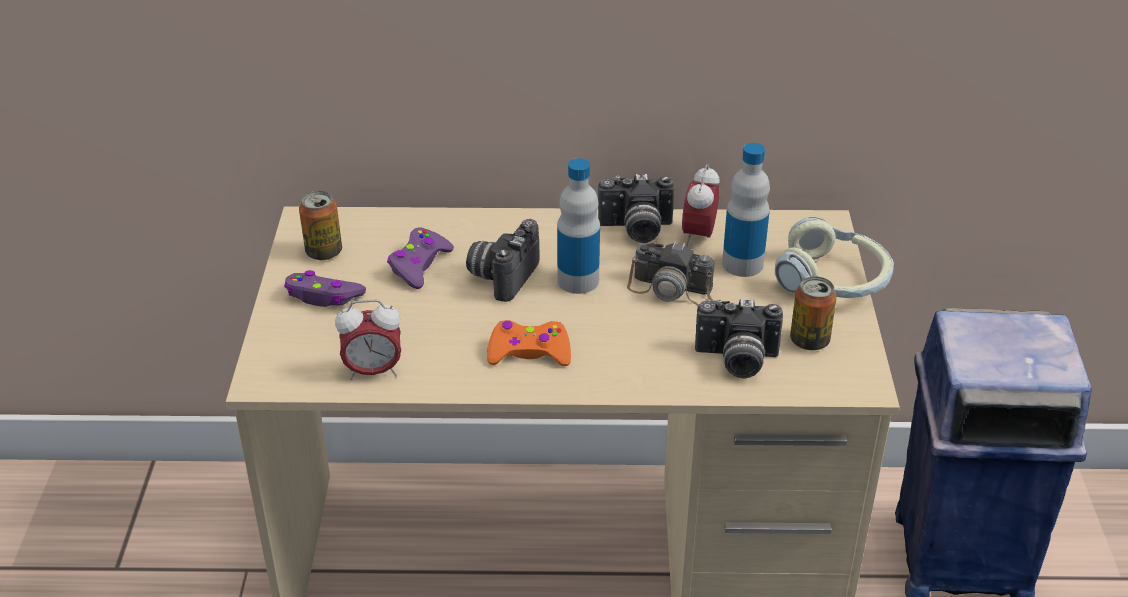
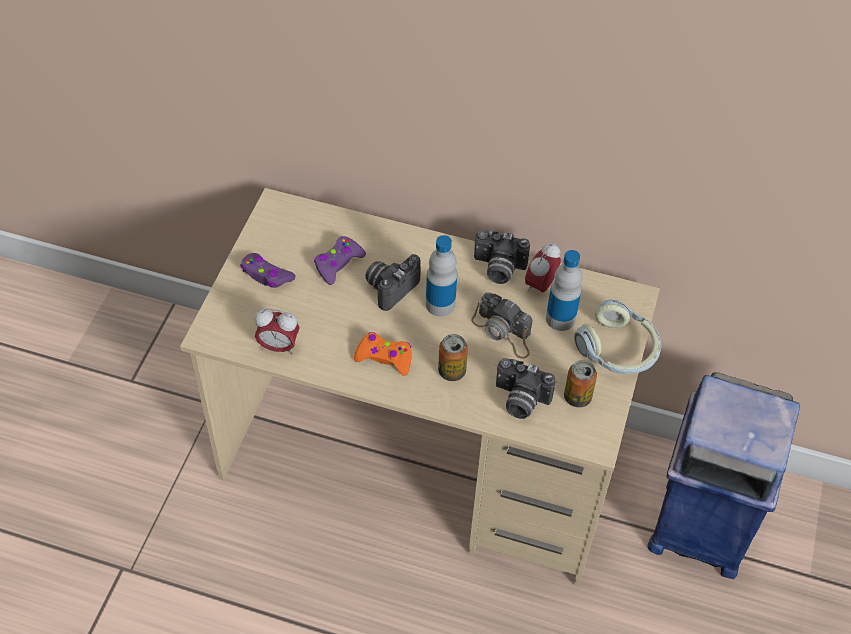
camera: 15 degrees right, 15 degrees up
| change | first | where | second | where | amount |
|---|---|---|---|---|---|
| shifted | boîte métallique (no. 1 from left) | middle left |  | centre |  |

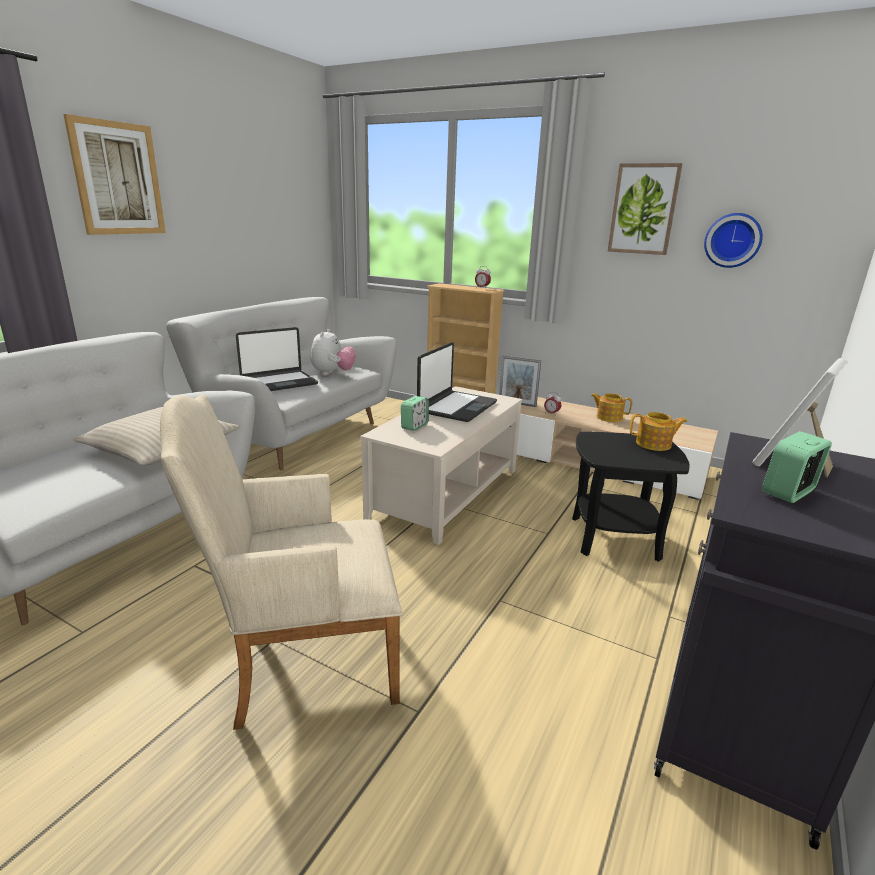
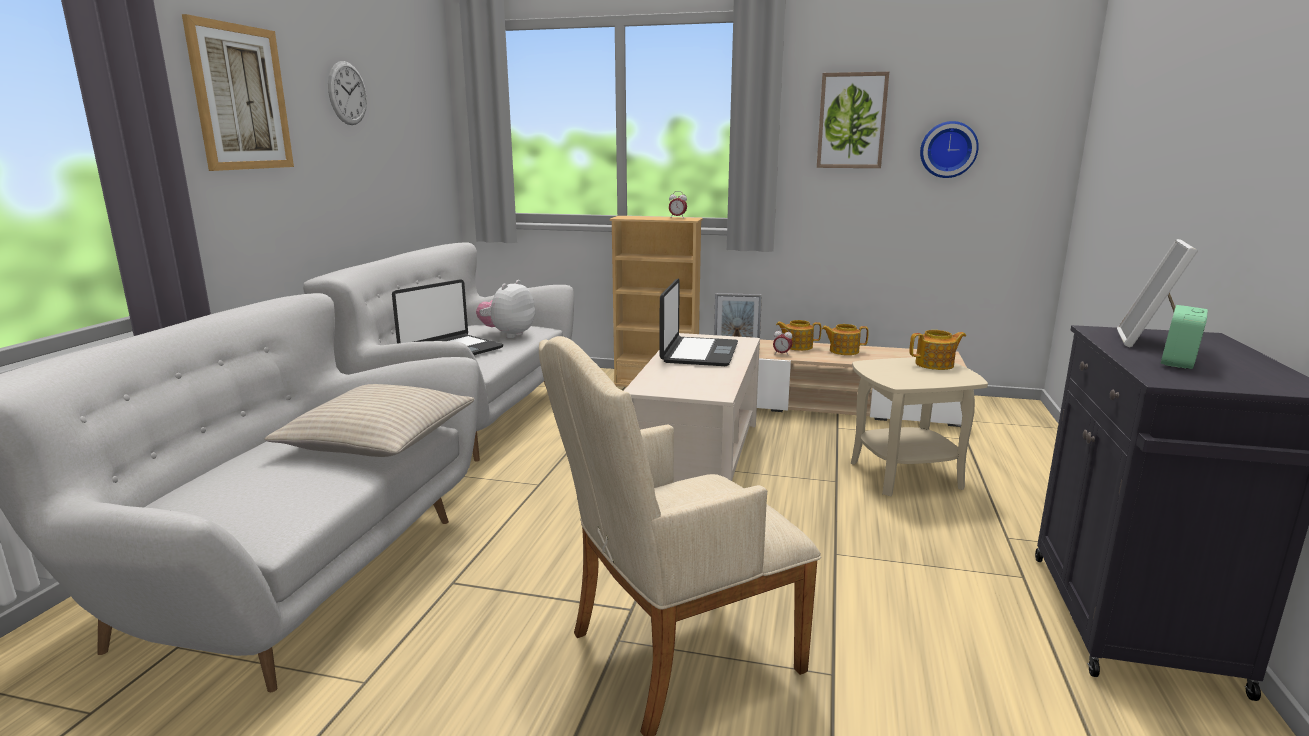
camera: 15 degrees left, 5 degrees down
| change | first | where | second | where | amount |
|---|---|---|---|---|---|
| rotated | peluche | centre |  | centre | 150 degrees counterclockwise |
| gone | réveil (no. 1 from left) | centre |  |  |  |
| repainted | table d'appoint [noir] | middle right | table d'appoint [beige] | middle right |  |
| new |  |  | horloge murale (no. 1 from left) | top left |  |
| new |  |  | théière (no. 1 from left) | centre |  |

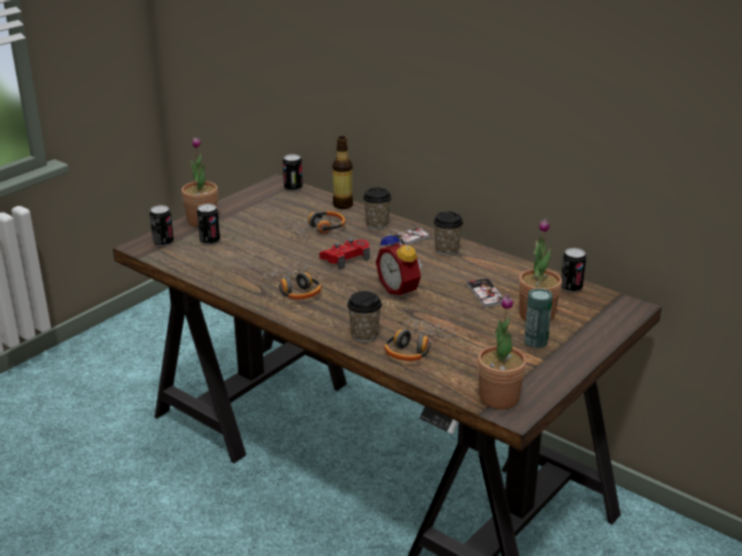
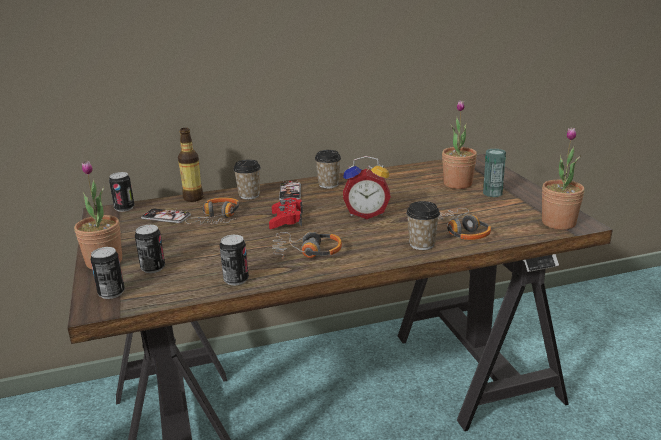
camera: 55 degrees left, 5 degrees down
| change | first | where | second | where | amount |
|---|---|---|---|---|---|
| shifted | téléphone (no. 2 from left in the first image) | centre | téléphone (no. 1 from left) | middle left |  |
| shifted | boîte métallique (no. 5 from left in the first image) | middle right | boîte métallique (no. 4 from left) | centre |  |

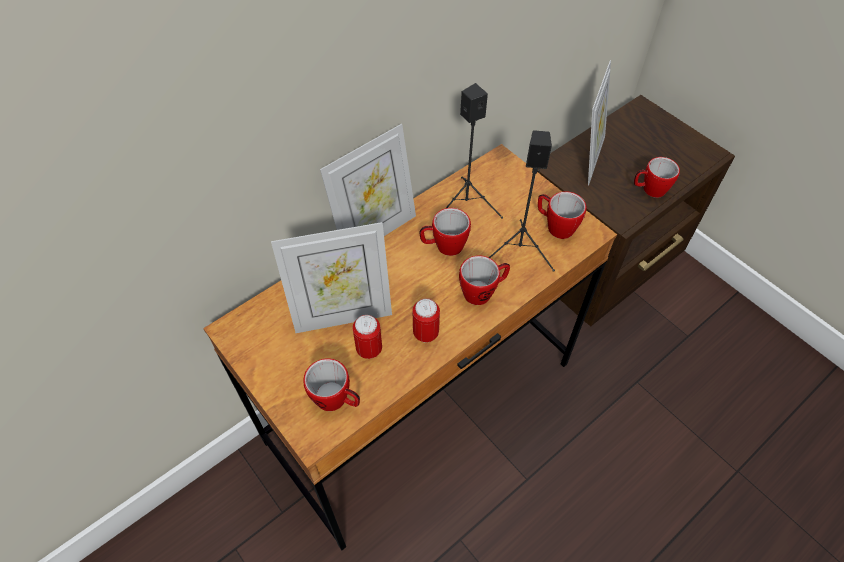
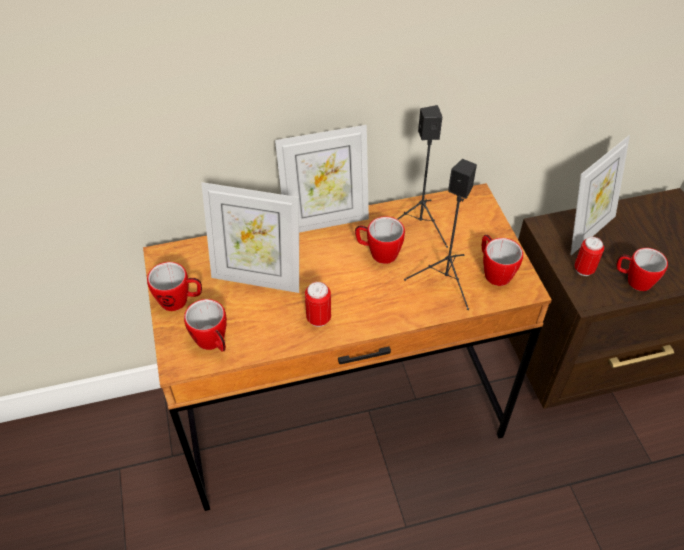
camera: 25 degrees right, 5 degrees down
| change | first | where | second | where | amount |
|---|---|---|---|---|---|
| shifted | boîte métallique (no. 1 from left in the first image) | centre | boîte métallique (no. 2 from left) | middle right |  |
| shifted | mug (no. 3 from left in the first image) | centre | mug (no. 1 from left) | middle left |  |

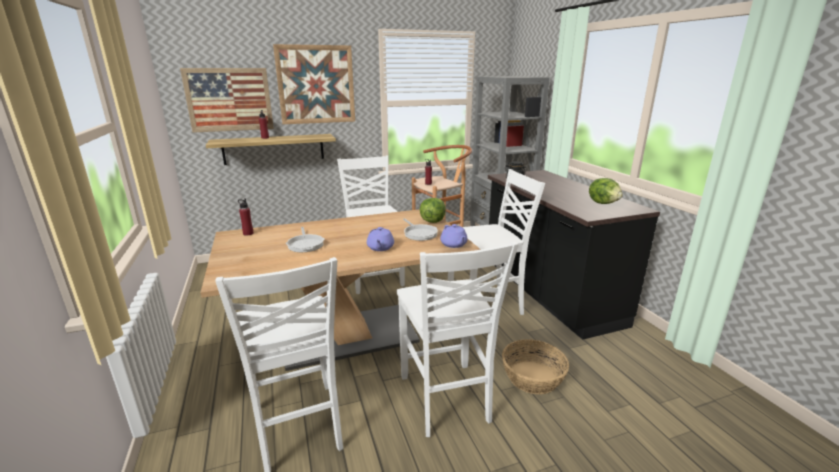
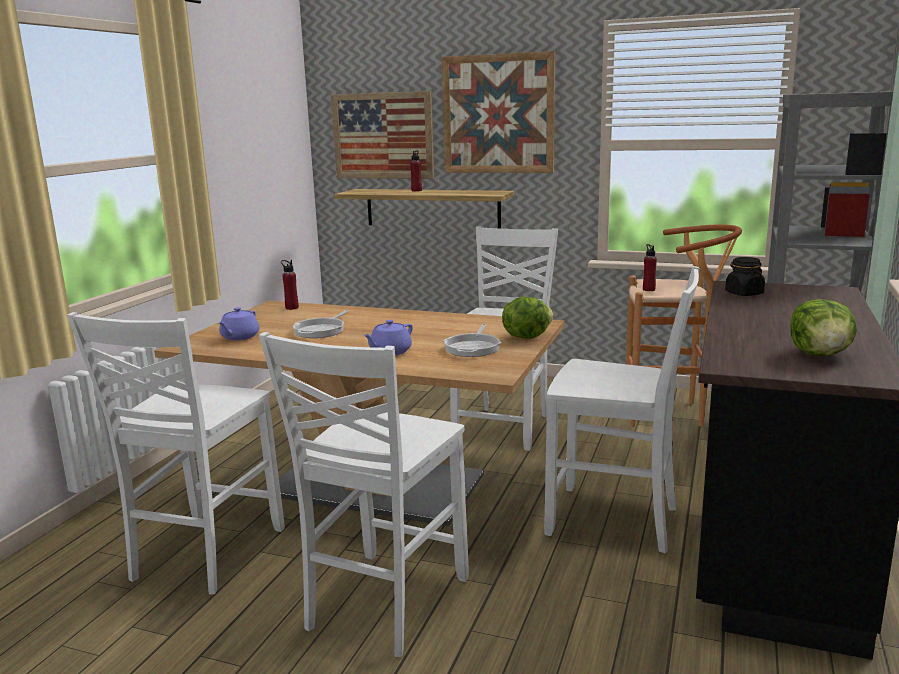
camera: 40 degrees right, 5 degrees down
| change | first | where | second | where | amount |
|---|---|---|---|---|---|
| shifted | théière [violet] (no. 2 from left in the first image) | centre | théière [violet] (no. 1 from left) | middle left |  |
| gone | panier | bottom centre |  |  |  |

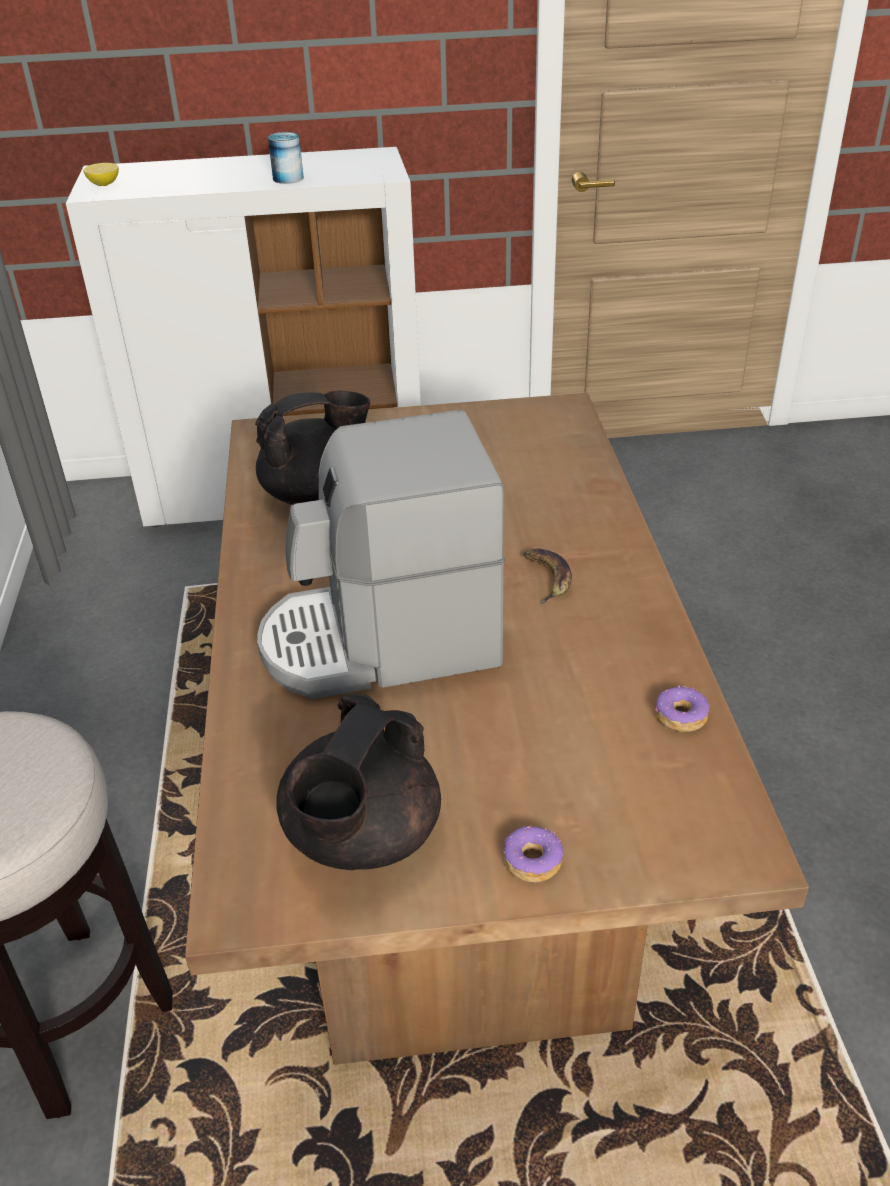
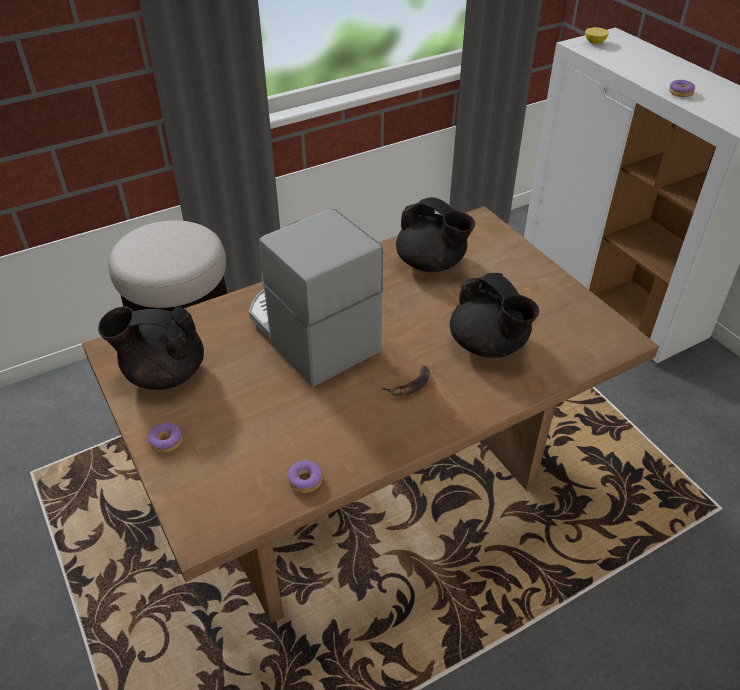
camera: 65 degrees right, 5 degrees up
| change | first | where | second | where | amount |
|---|---|---|---|---|---|
| swapped | boîte métallique | top left | beignet (no. 3 from left) | top right |  |
| new |  |  | théière [noir] (no. 3 from left) | middle right |  |

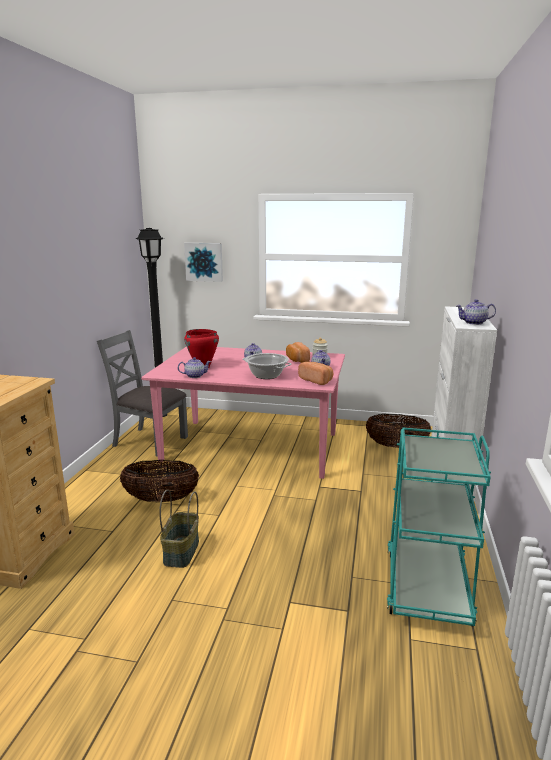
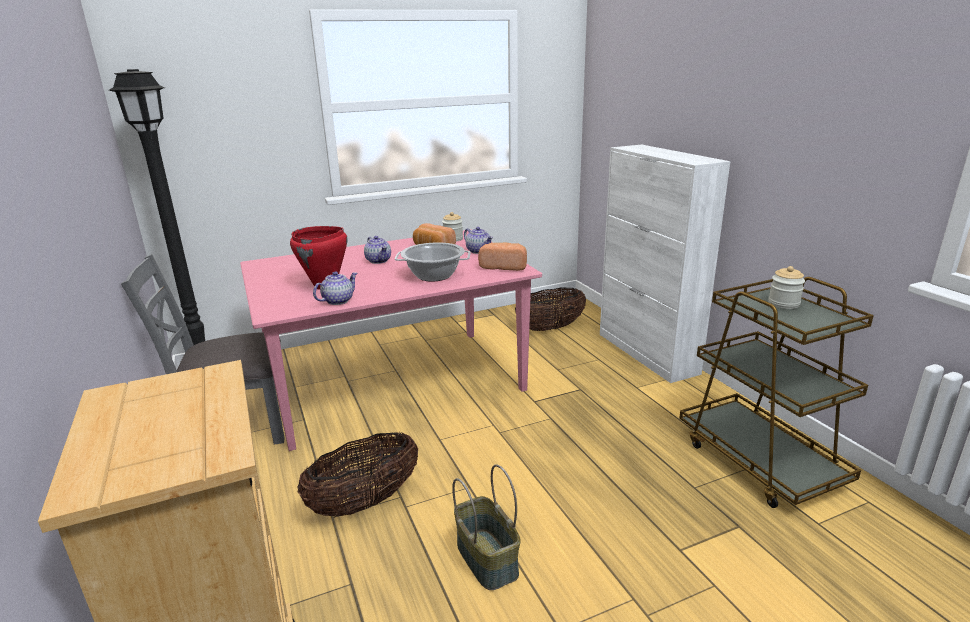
camera: 35 degrees left, 5 degrees up
| change | first | where | second | where | amount |
|---|---|---|---|---|---|
| gone | tableau | centre |  |  |  |
| repainted | chariot [turquoise] | bottom right | chariot [marron] | middle right |  |
| gone | théière (no. 4 from left) | middle right |  |  |  |
| new |  |  | bocal (no. 2 from left) | middle right |  |

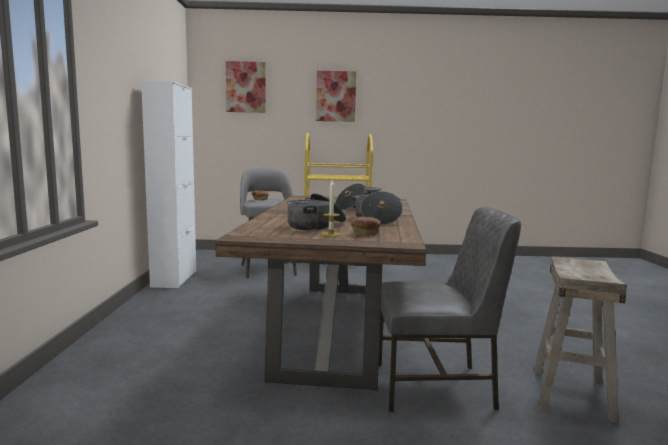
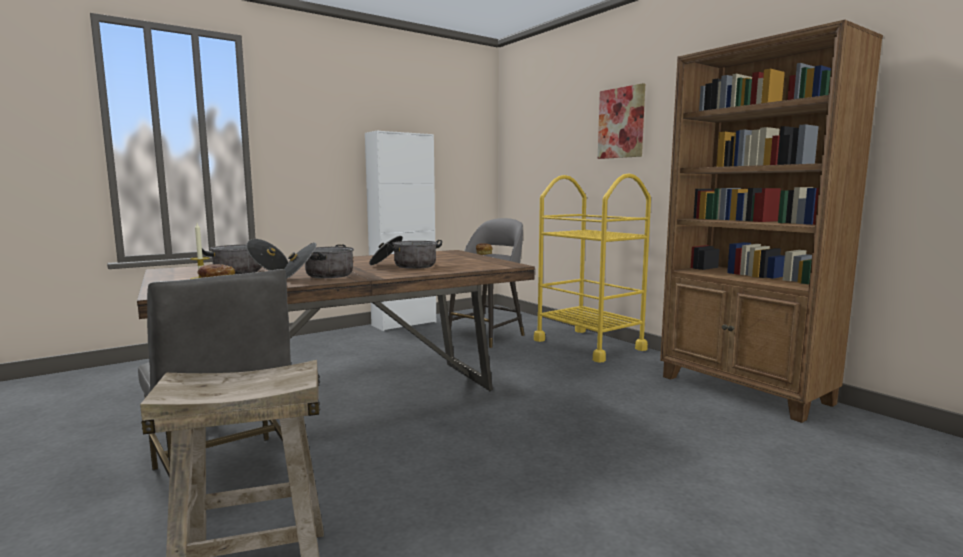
camera: 55 degrees right, 0 degrees up
| change | first | where | second | where | amount |
|---|---|---|---|---|---|
| gone | tableau (no. 1 from left) | top centre |  |  |  |
| new |  |  | bibliothèque [marron] | middle right |  |

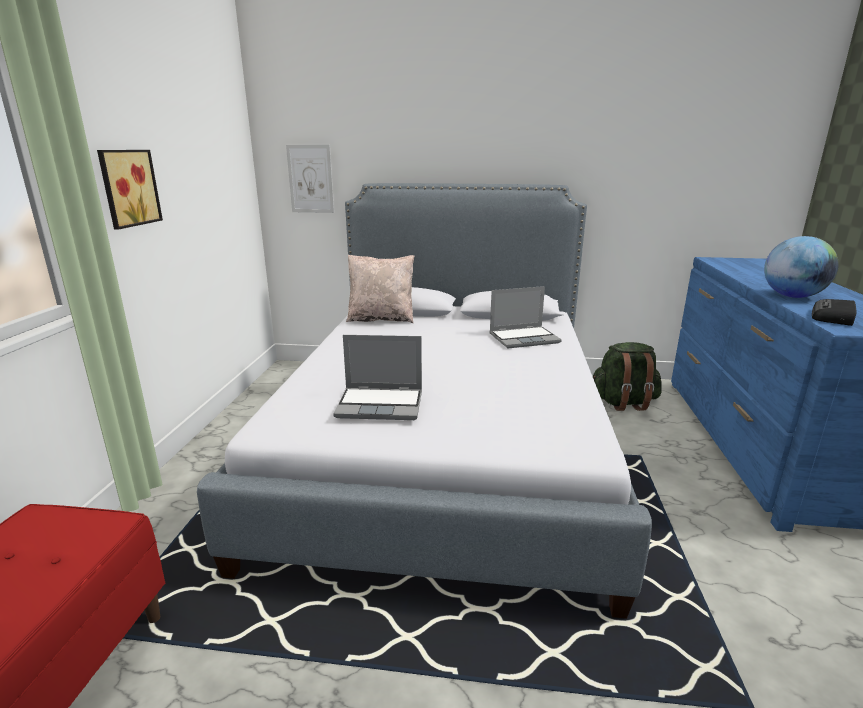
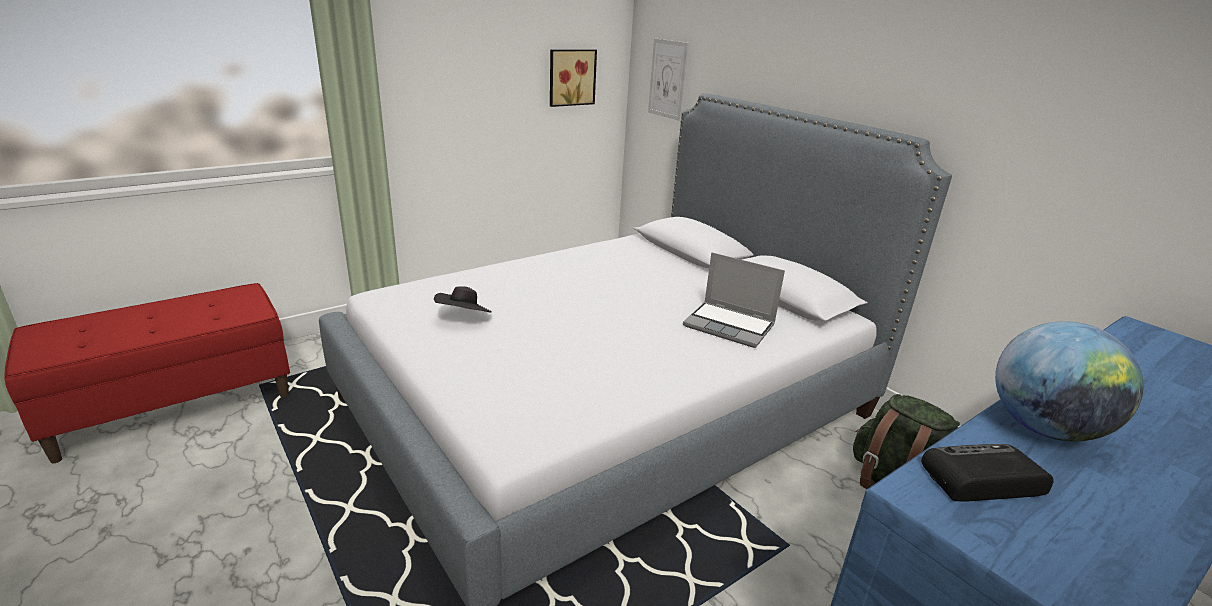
camera: 45 degrees right, 5 degrees up
| change | first | where | second | where | amount |
|---|---|---|---|---|---|
| shifted | tableau (no. 1 from left) | top left |  | top centre |  |
| swapped | ordinateur portable (no. 1 from left) | centre | chapeau [noir] | centre |  |
| gone | coussin [beige] | centre |  |  |  |

